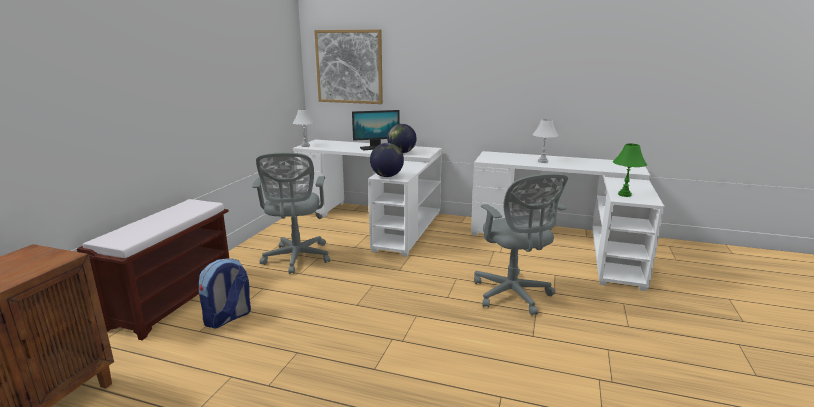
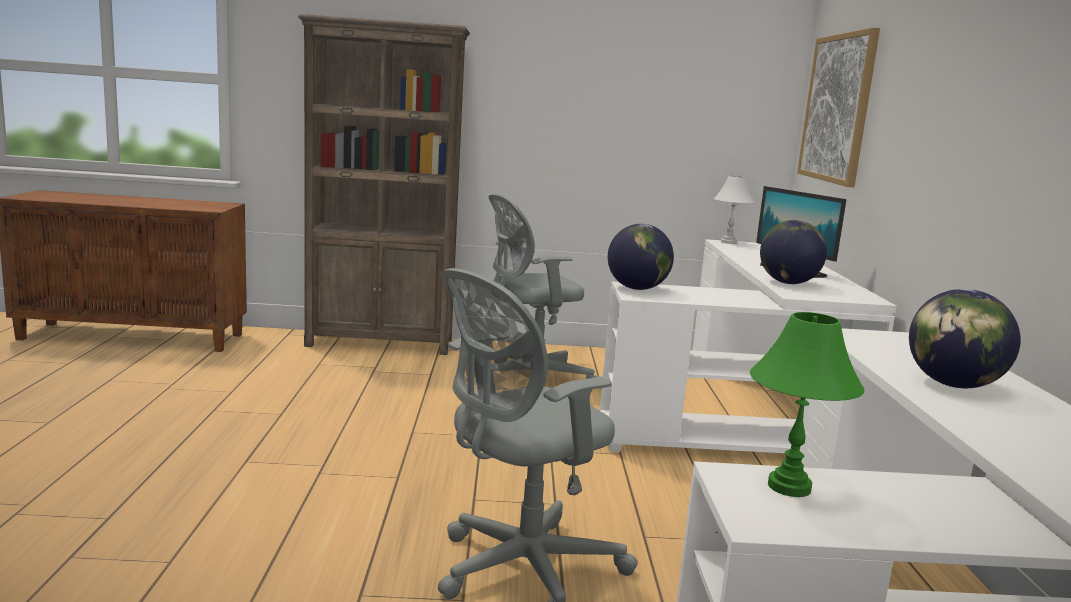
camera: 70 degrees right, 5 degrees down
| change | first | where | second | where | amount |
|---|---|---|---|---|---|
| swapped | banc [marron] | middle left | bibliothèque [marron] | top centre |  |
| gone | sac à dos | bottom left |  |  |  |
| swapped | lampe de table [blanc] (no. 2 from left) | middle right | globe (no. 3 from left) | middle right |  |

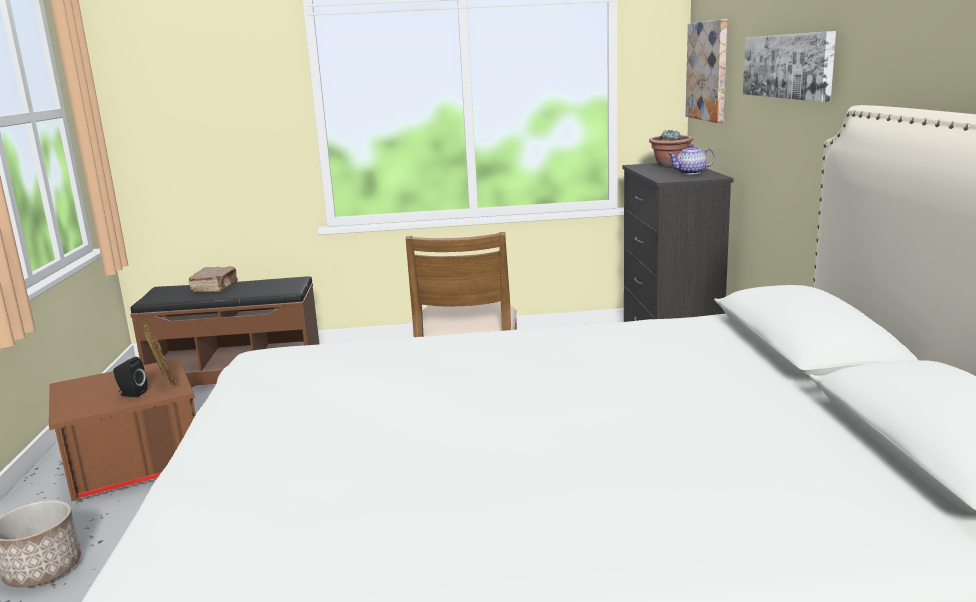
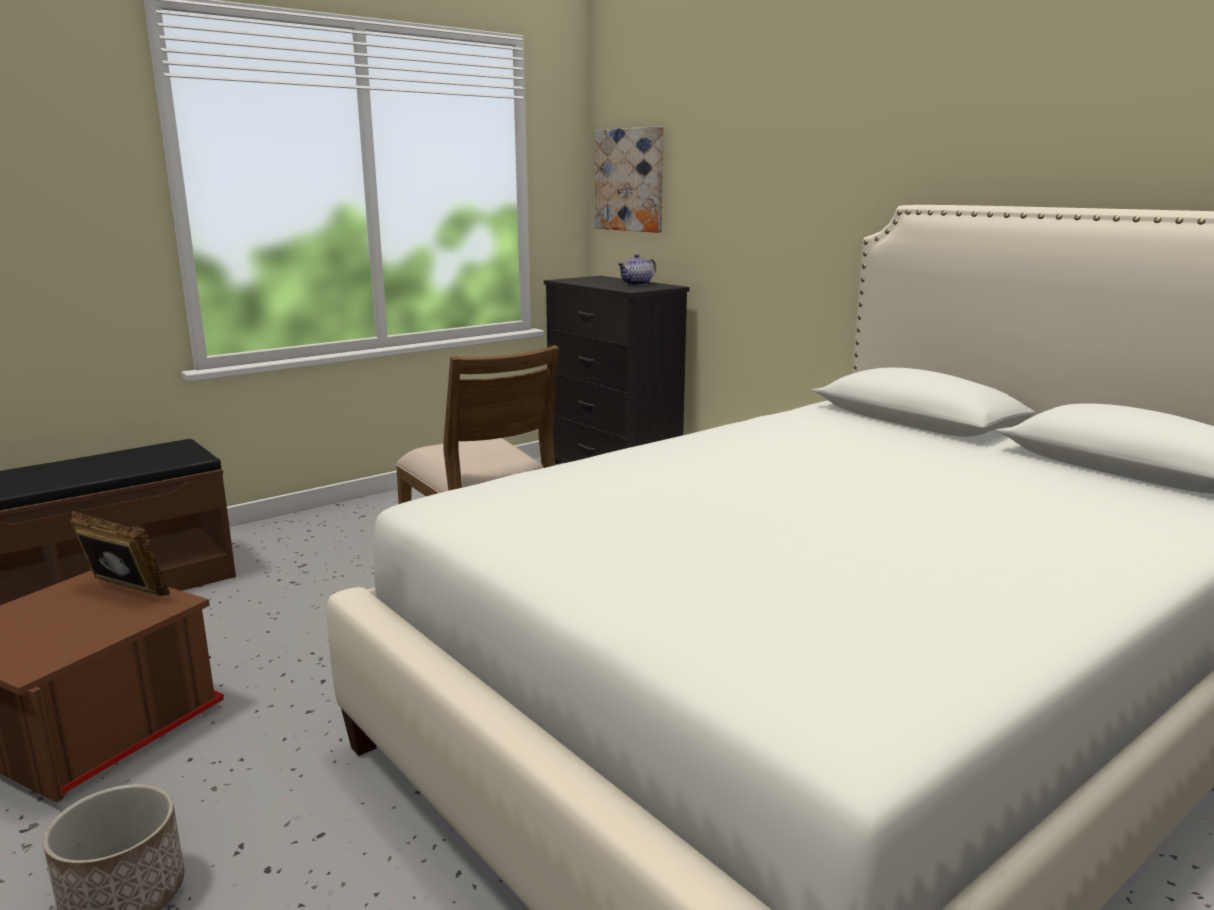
camera: 35 degrees left, 0 degrees up
| change | first | where | second | where | amount |
|---|---|---|---|---|---|
| gone | enceinte [noir] | middle left |  |  |  |
| gone | livre [marron] | middle left |  |  |  |
| gone | plante en pot | top right |  |  |  |
| gone | tableau (no. 2 from left) | top right |  |  |  |

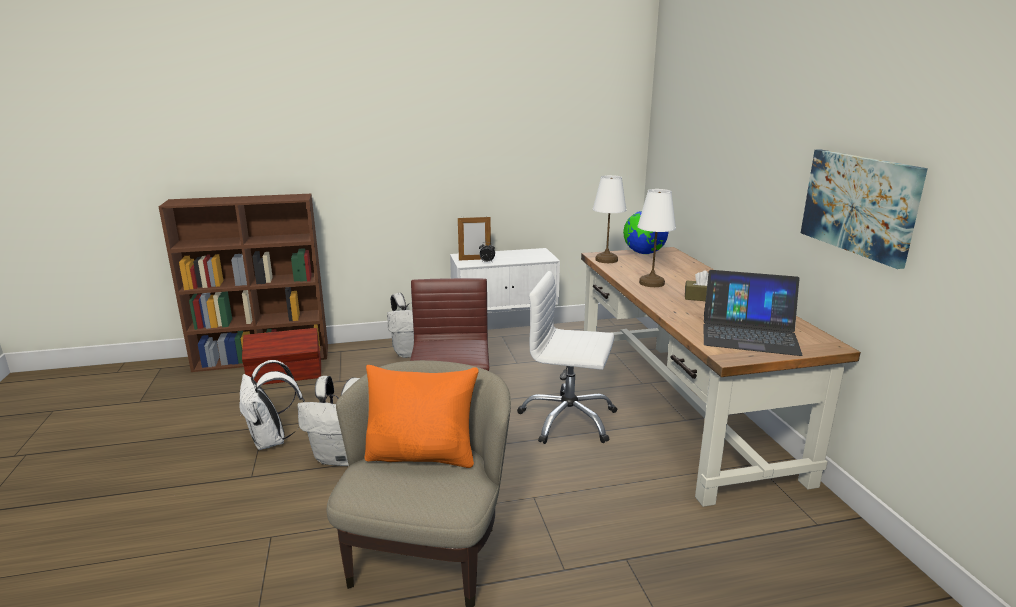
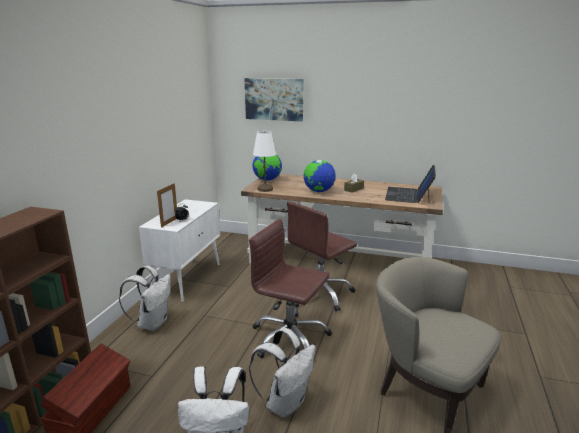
camera: 60 degrees left, 0 degrees up
| change | first | where | second | where | amount |
|---|---|---|---|---|---|
| gone | coussin [orange] | bottom centre |  |  |  |
| repainted | chaise de bureau [blanc] | centre | chaise de bureau [marron] (no. 2 from left) | centre |  |
| swapped | lampe de table [blanc] (no. 2 from left) | centre | globe (no. 2 from left) | centre |  |
| rotated | ordinateur portable | middle right |  | middle right | 150 degrees clockwise |
| shifted | tableau | middle right |  | top centre |  |

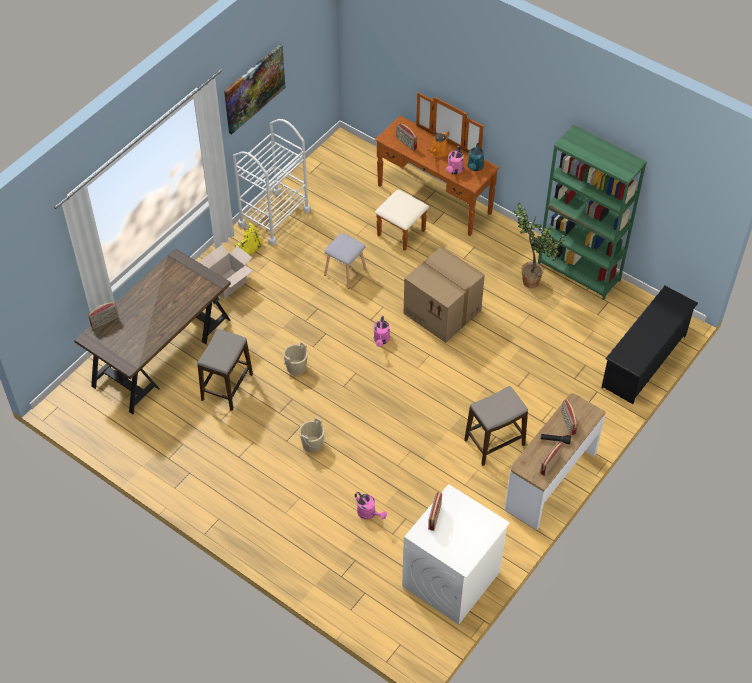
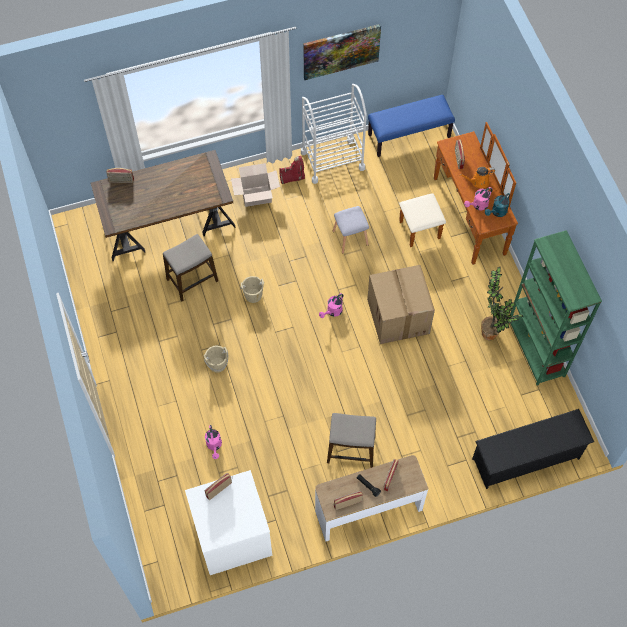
camera: 35 degrees right, 10 degrees up
| change | first | where | second | where | amount |
|---|---|---|---|---|---|
| repainted | botte [jaune] | middle left | botte [rouge] | top centre |  |
| new |  |  | banc [bleu] | top centre |  |

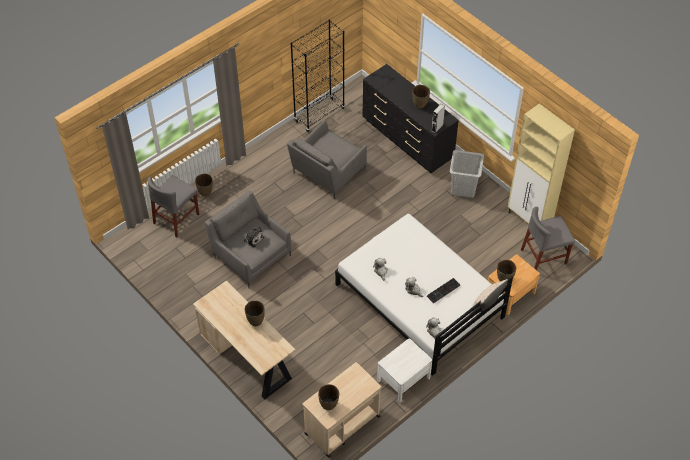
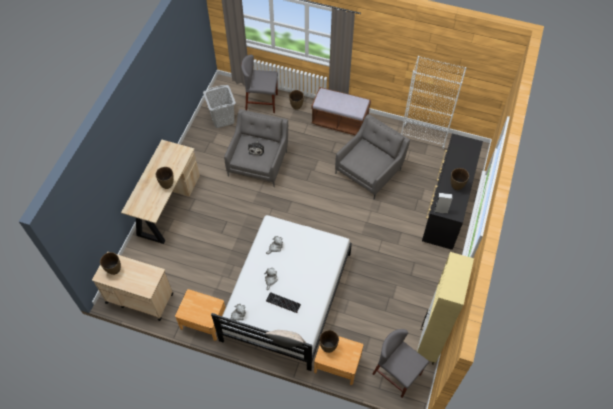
camera: 60 degrees right, 5 degrees up
| change | first | where | second | where | amount |
|---|---|---|---|---|---|
| rotated | fauteuil [gris] (no. 2 from left) | centre |  | centre | 120 degrees clockwise |
| repainted | bibliothèque [noir] | top centre | bibliothèque [blanc] | top right |  |
| repainted | table de chevet [blanc] | bottom centre | table de chevet [marron] (no. 1 from left) | bottom left |  |
| shifted | panier à linge [gris] | middle right |  | top centre |  |
| new |  |  | banc [marron] | top centre |  |

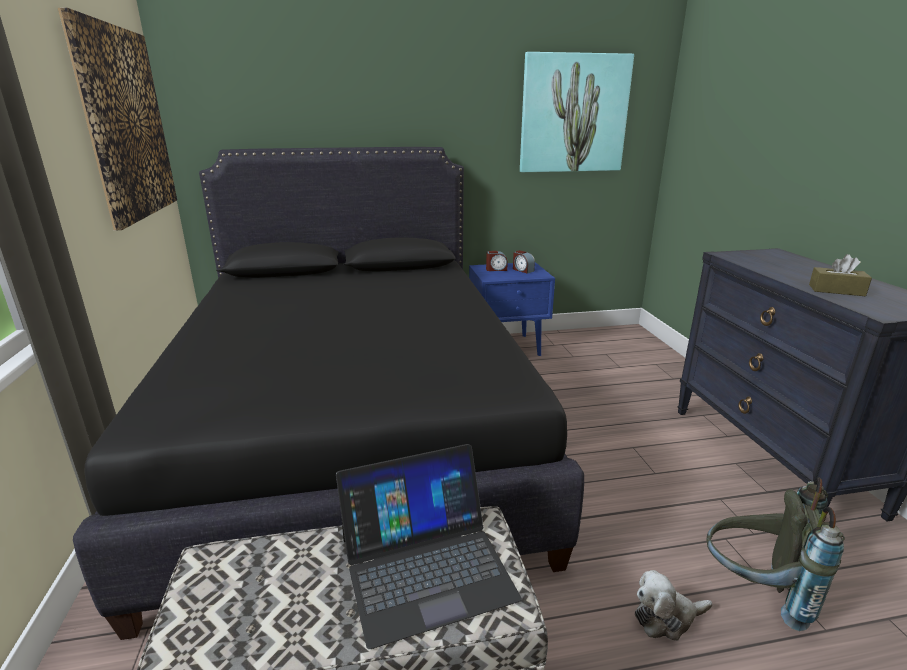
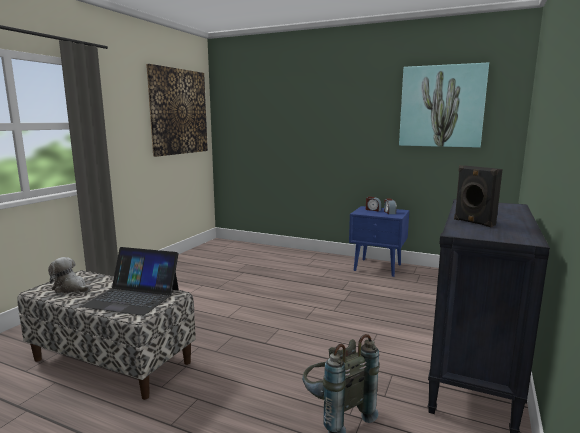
camera: 35 degrees right, 10 degrees down
| change | first | where | second | where | amount |
|---|---|---|---|---|---|
| gone | lit [noir] | centre |  |  |  |
| shifted | peluche | bottom right |  | middle left |  |
| swapped | boîte à mouchoirs [marron] | middle right | enceinte [noir] | middle right |  |

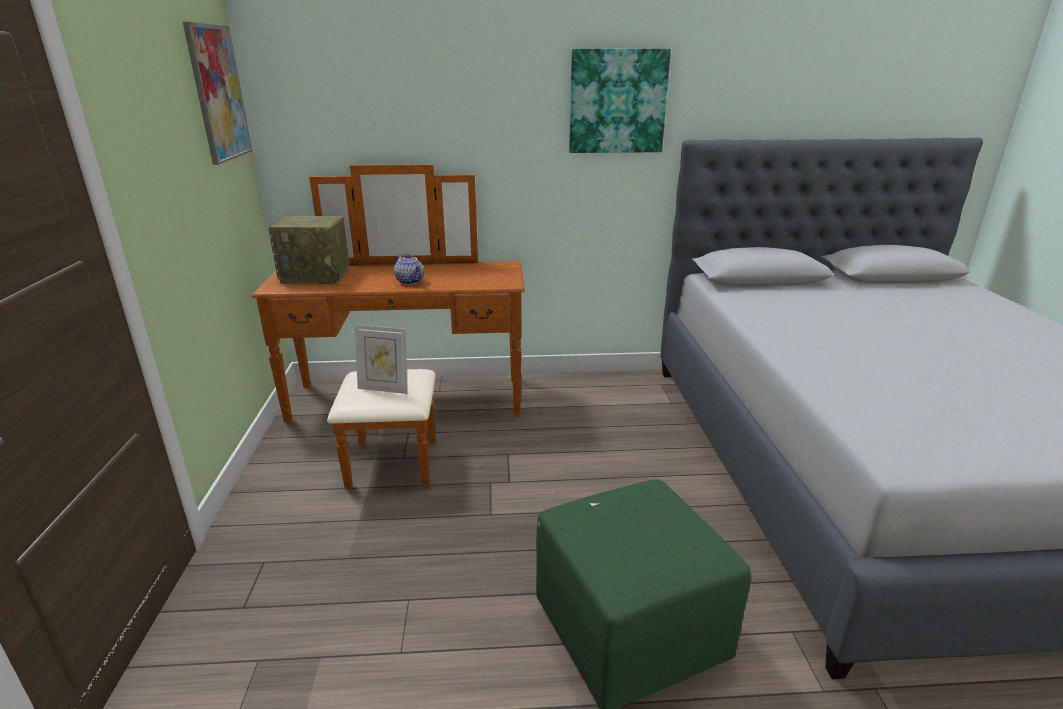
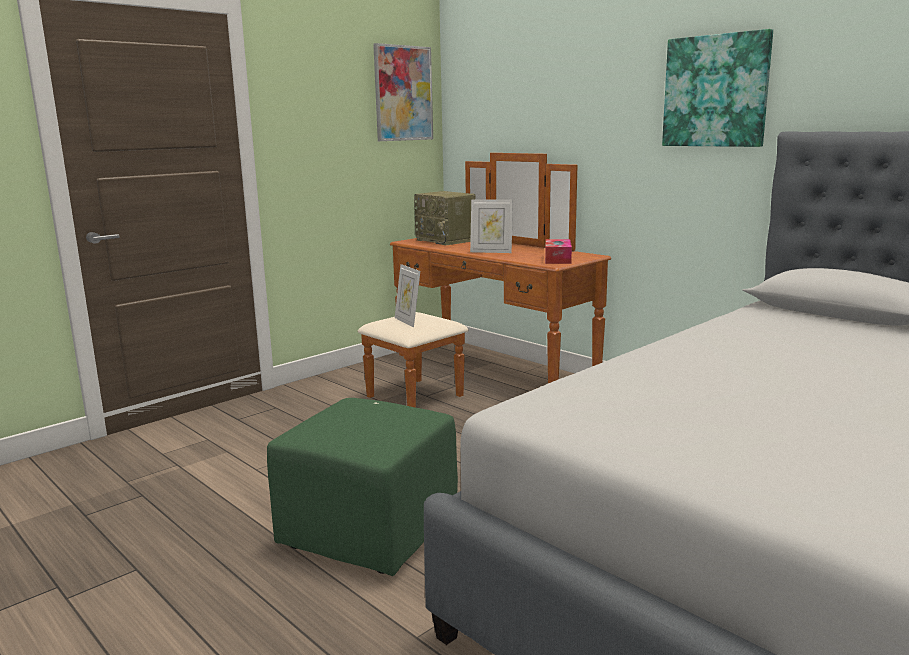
camera: 50 degrees right, 10 degrees down
| change | first | where | second | where | amount |
|---|---|---|---|---|---|
| swapped | théière | centre | cadre photo (no. 2 from left) | centre |  |
| new |  |  | boîte à mouchoirs | centre |  |

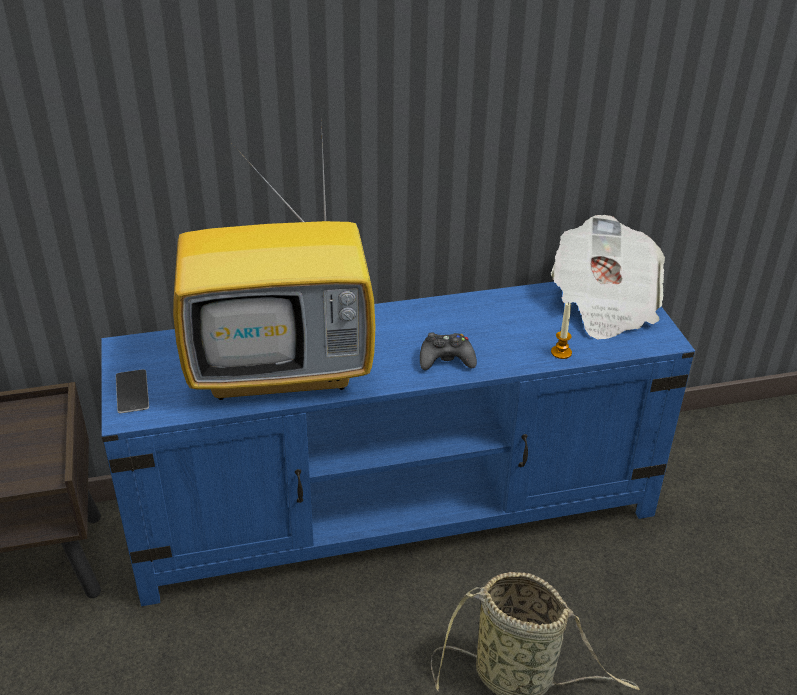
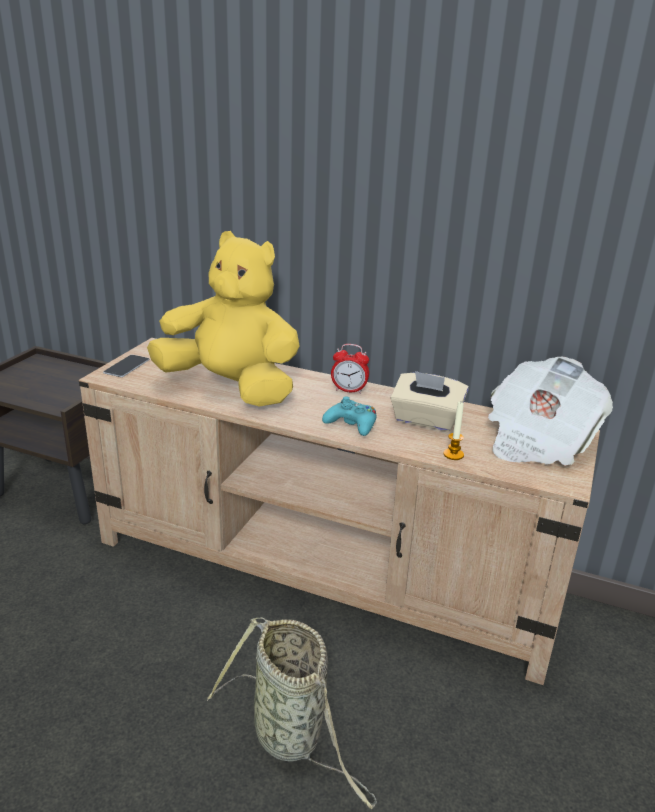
camera: 35 degrees right, 10 degrees down
| change | first | where | second | where | amount |
|---|---|---|---|---|---|
| repainted | meuble télé [bleu] | centre | meuble télé [beige] | centre |  |
| swapped | téléviseur | centre | peluche [jaune] | centre |  |
| repainted | manette [noir] | centre | manette [turquoise] | centre |  |
| new |  |  | réveil | centre |  |
| new |  |  | boîte à mouchoirs [beige] | centre |  |

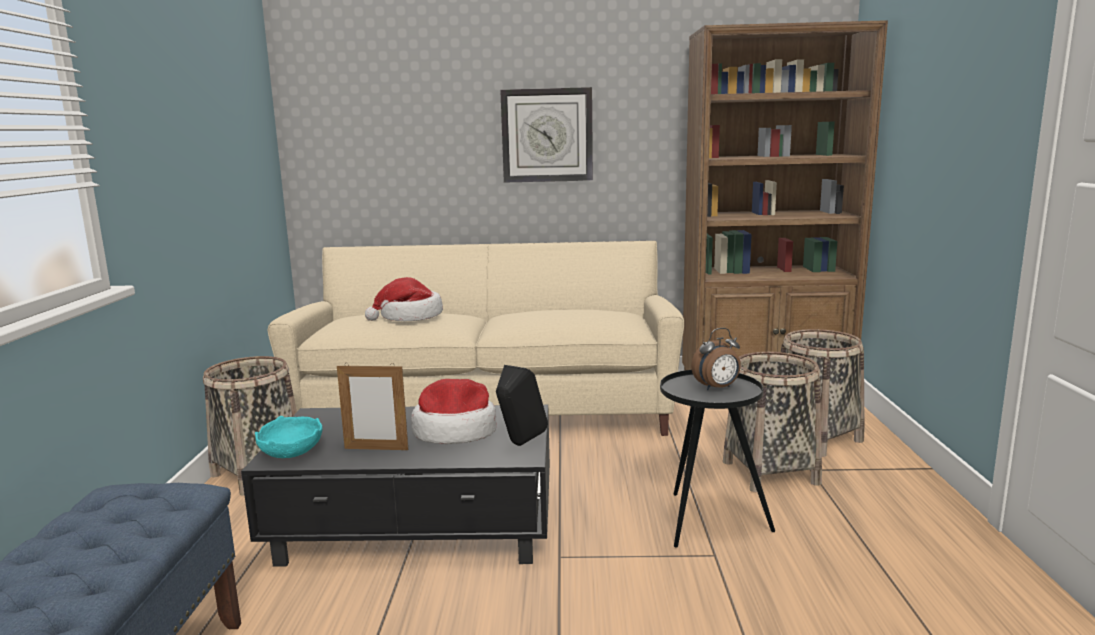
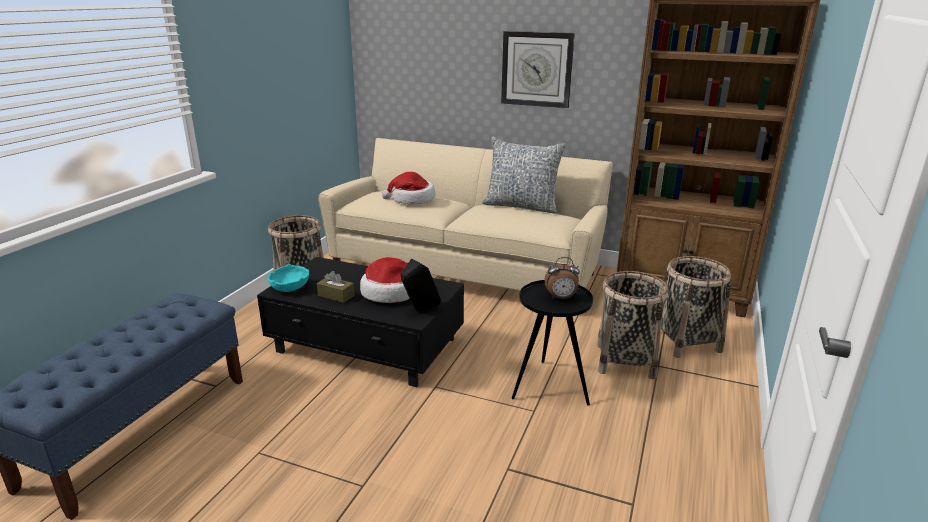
camera: 20 degrees right, 10 degrees up
| change | first | where | second | where | amount |
|---|---|---|---|---|---|
| swapped | cadre photo | centre | boîte à mouchoirs [marron] | centre |  |
| new |  |  | coussin | centre |  |

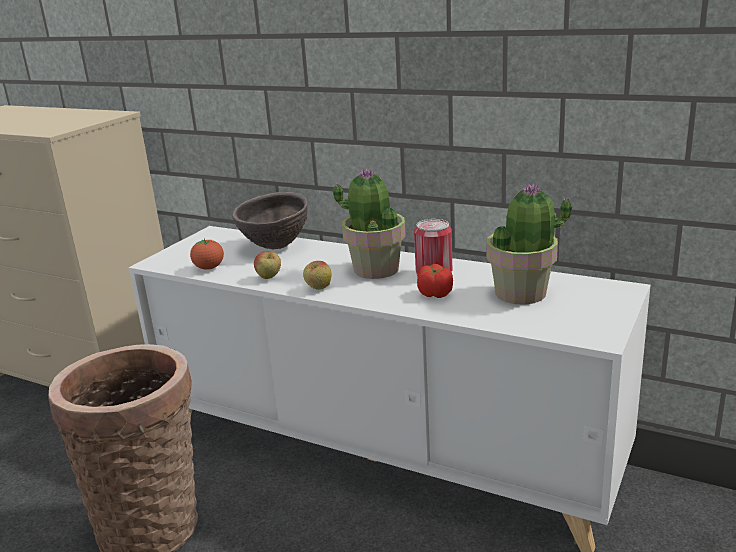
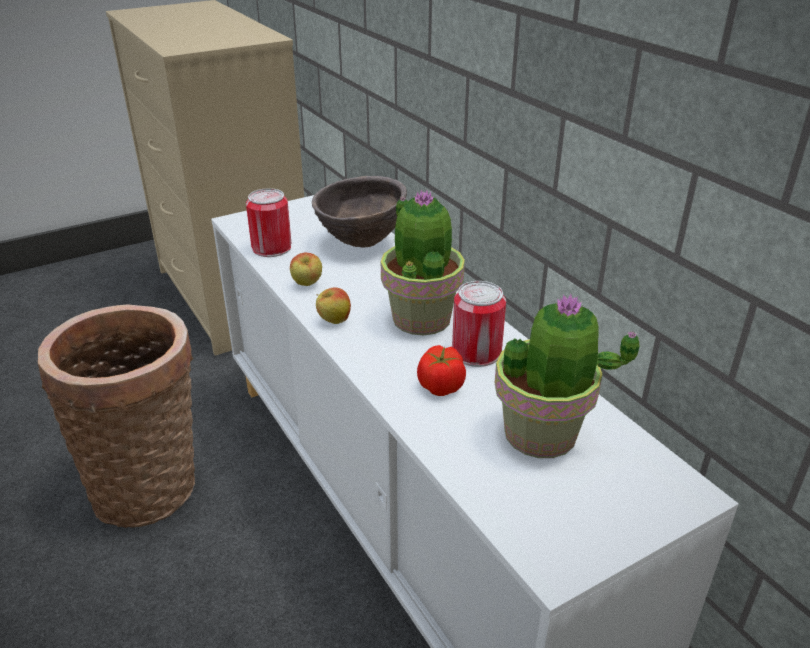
camera: 30 degrees right, 10 degrees up
| change | first | where | second | where | amount |
|---|---|---|---|---|---|
| swapped | tomate (no. 1 from left) | middle left | boîte métallique (no. 1 from left) | middle left |  |

